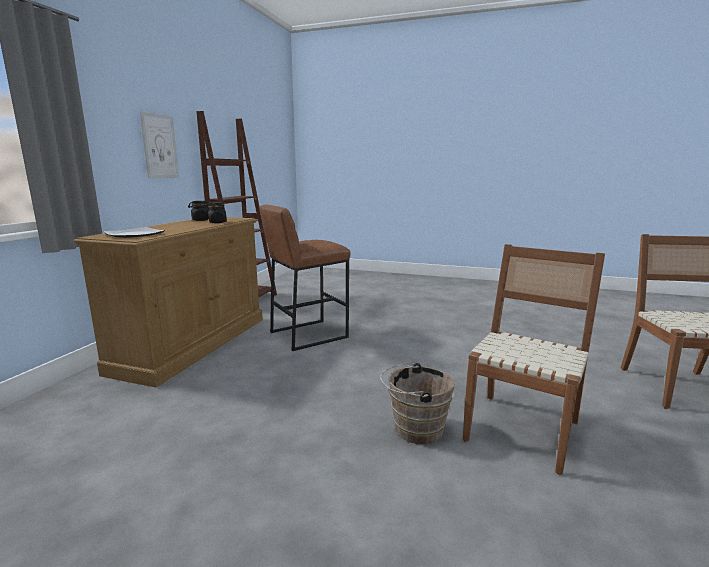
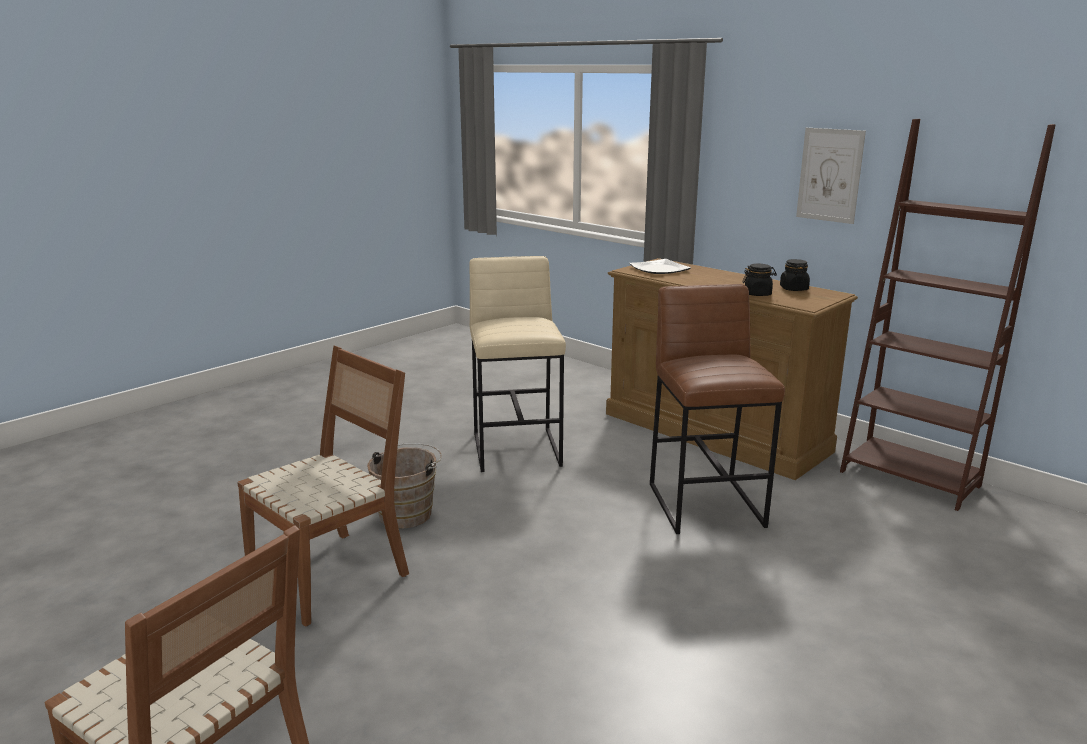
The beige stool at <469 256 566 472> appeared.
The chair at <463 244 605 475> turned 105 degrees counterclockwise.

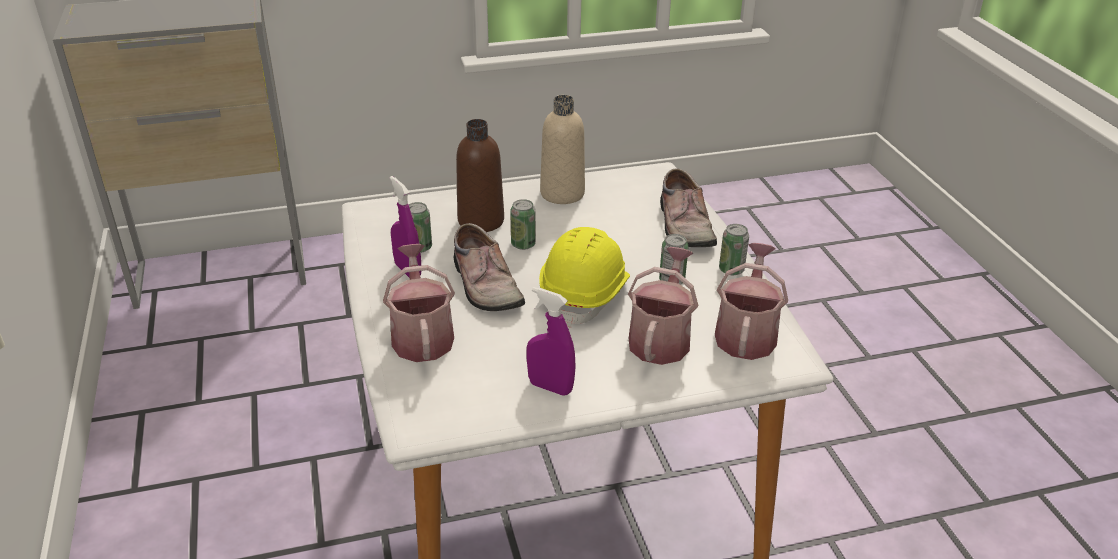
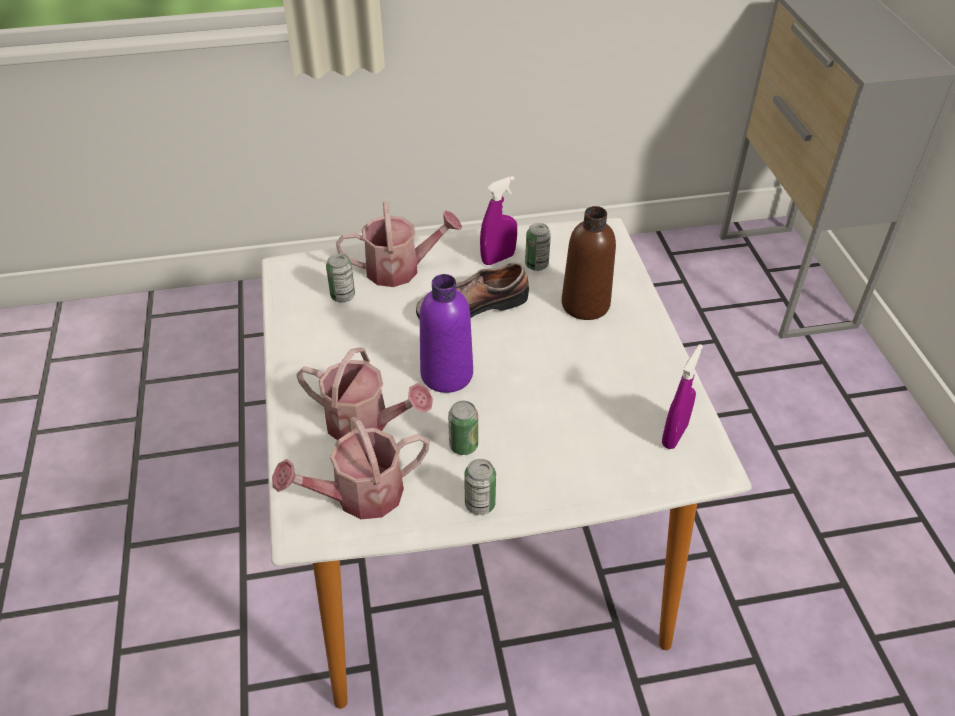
The beige bottle at <540 95 585 204> disappeared.
The shoe at <660 168 717 247> disappeared.
The can moved from <510 199 536 250> to <326 253 355 302>.
The purple spray bottle moved from <526 287 576 396> to <662 344 703 449>.
The yellow hard hat at <539 227 630 327> was replaced by the purple bottle at <420 274 473 393>.
The watering can at <715 243 788 360> turned 135 degrees clockwise.

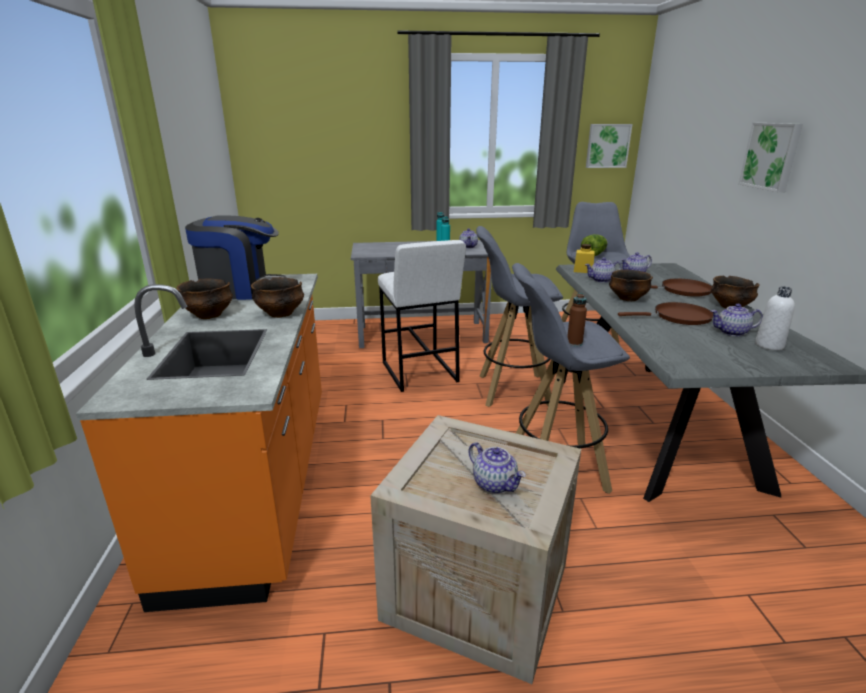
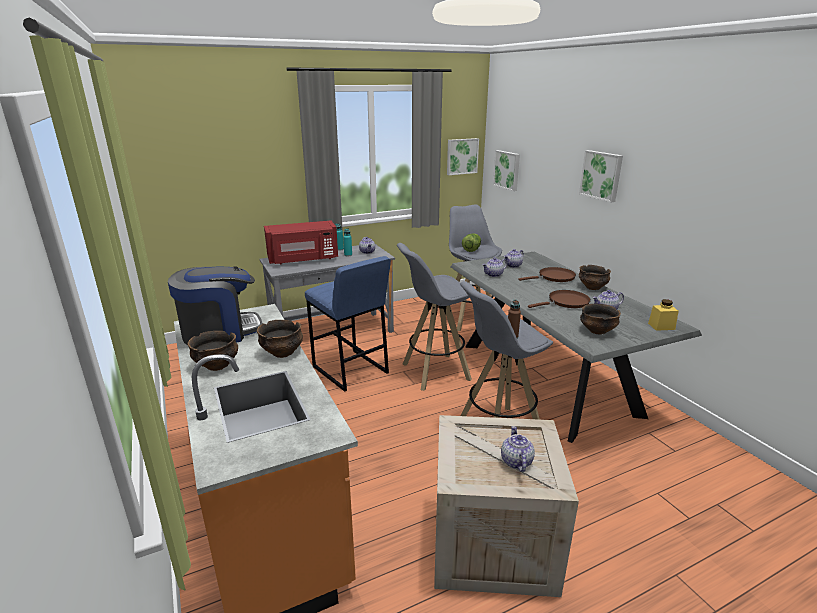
The white bottle at <755 287 795 350> disappeared.
The red microwave at <264 220 338 264> appeared.
The picture at <493 150 520 191> appeared.
The yellow jar moved from <574 244 595 273> to <648 299 679 331>.
The bowl moved from <609 270 653 301> to <580 303 621 335>.
The white stool at <378 240 466 392> became the blue stool at <305 256 391 392>.
The teapot at <468 442 526 494> turned 120 degrees counterclockwise.

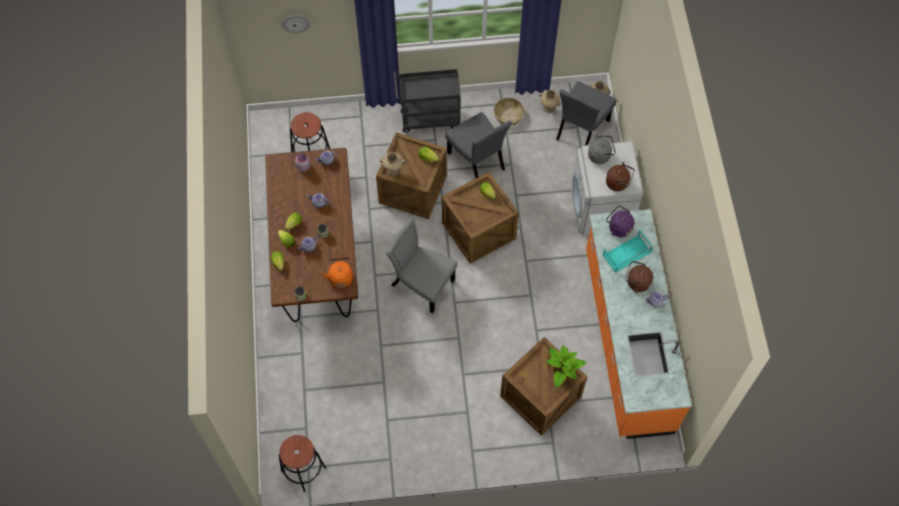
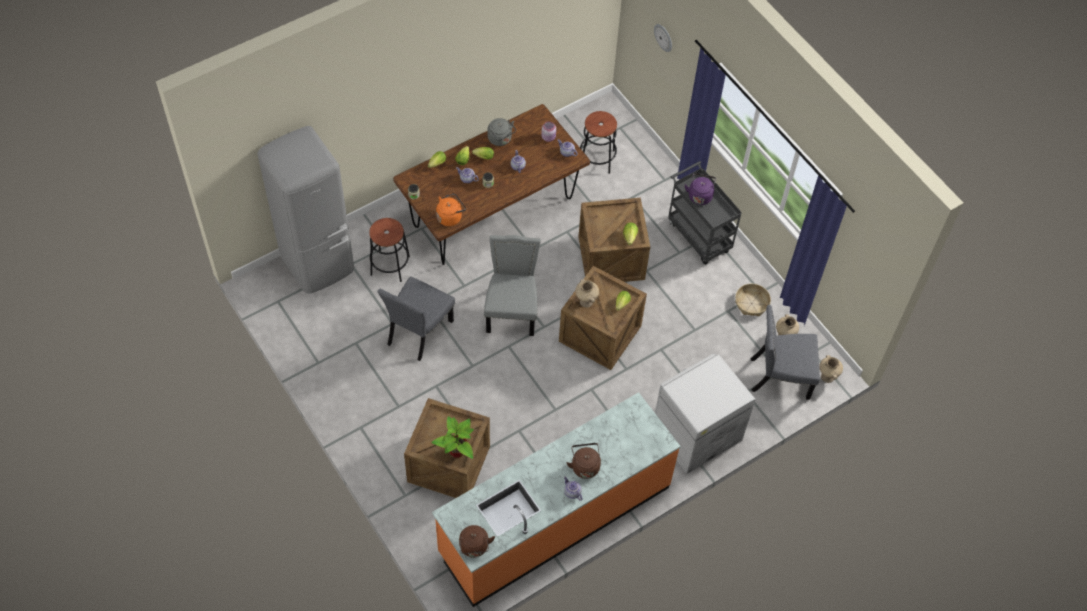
The turquoise tray at <603 230 653 273> disappeared.
The grey fridge at <257 126 354 294> appeared.
The black stool moved from <279 435 326 492> to <369 218 410 282>.
The beige vase moved from <380 152 405 176> to <575 279 599 308>.
The grey chair moved from <445 112 512 179> to <378 276 455 361>.
The grey kettle moved from <588 135 616 164> to <487 118 516 146>.
The brown kettle moved from <606 162 635 191> to <459 525 495 558>.
The purple kettle moved from <606 205 634 237> to <685 173 716 205>.

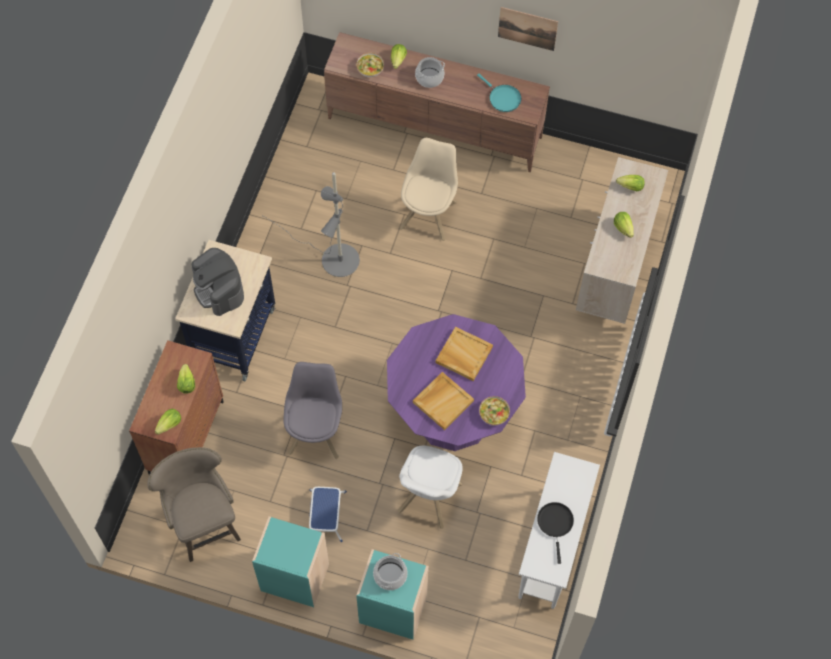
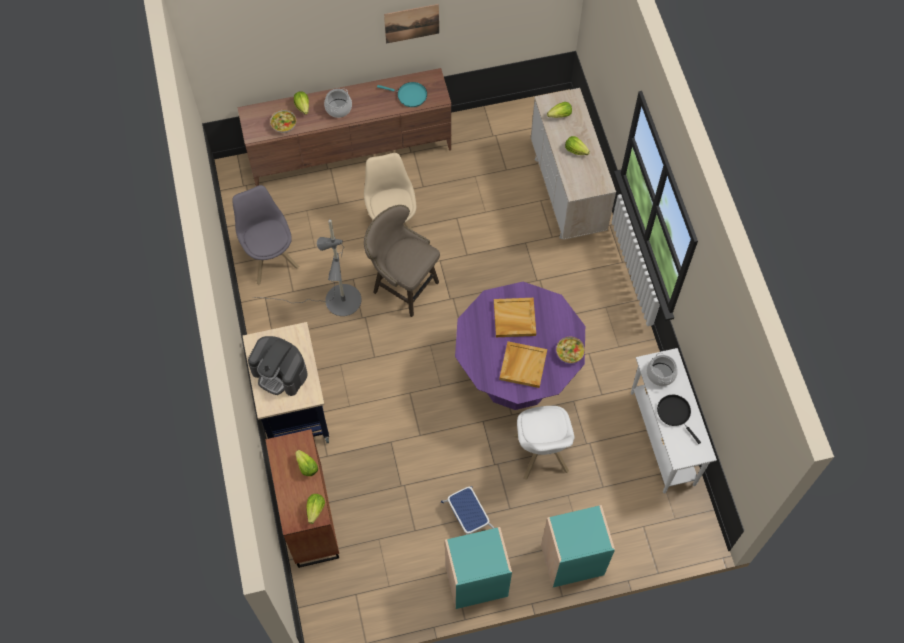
The beige stool moved from <147 447 241 562> to <364 205 440 317>.
The grey chair moved from <283 362 343 459> to <232 185 299 284>.
The cooking pot moved from <373 553 408 590> to <647 353 678 386>.

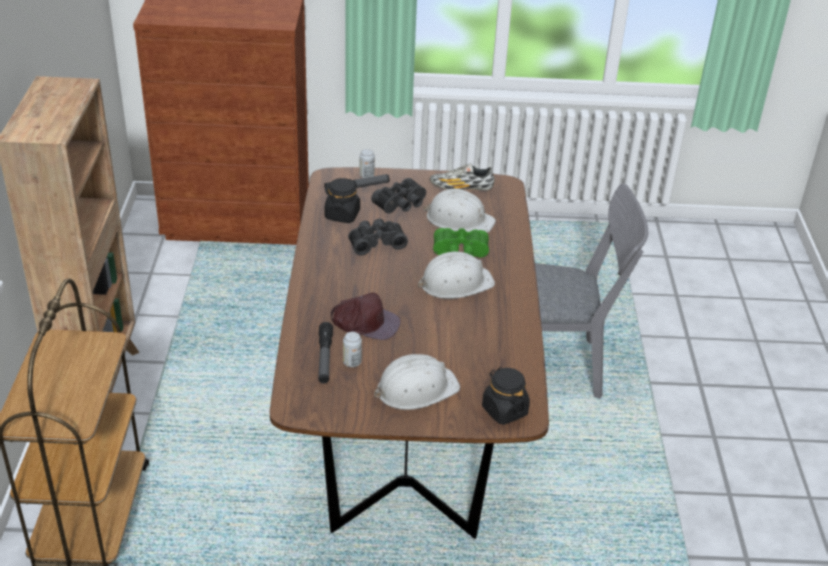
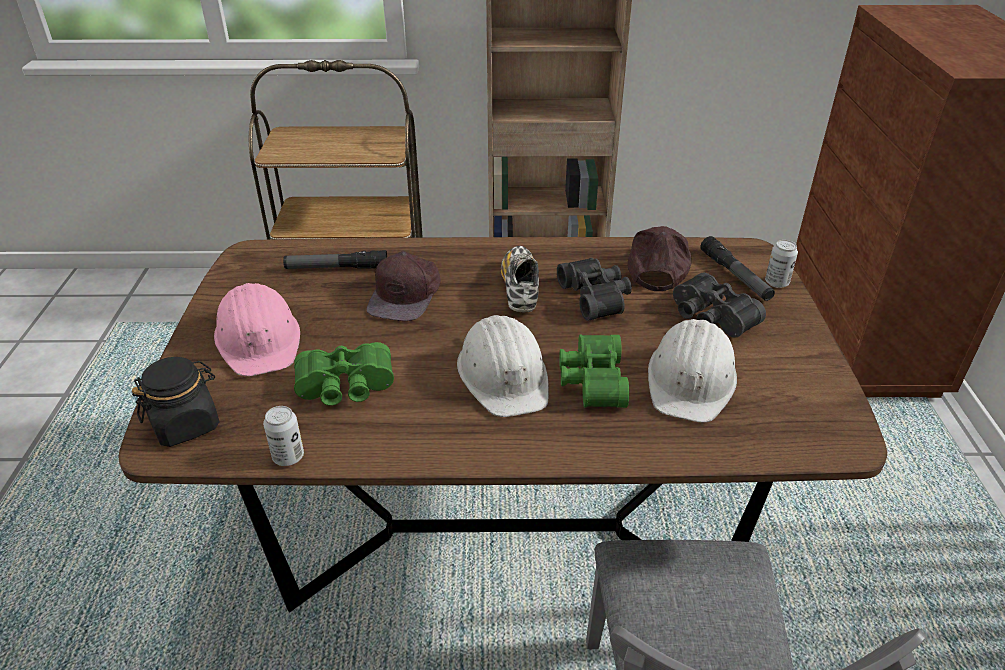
The green binoculars at <294 342 394 406> appeared.
The can moved from <343 332 362 367> to <263 406 304 466>.
The shoe moved from <430 163 495 190> to <501 246 539 312>.
The black jar at <325 178 360 223> was replaced by the brown cap at <628 226 692 291>.
The white hard hat at <374 354 460 410> became the pink hard hat at <214 283 300 376>.

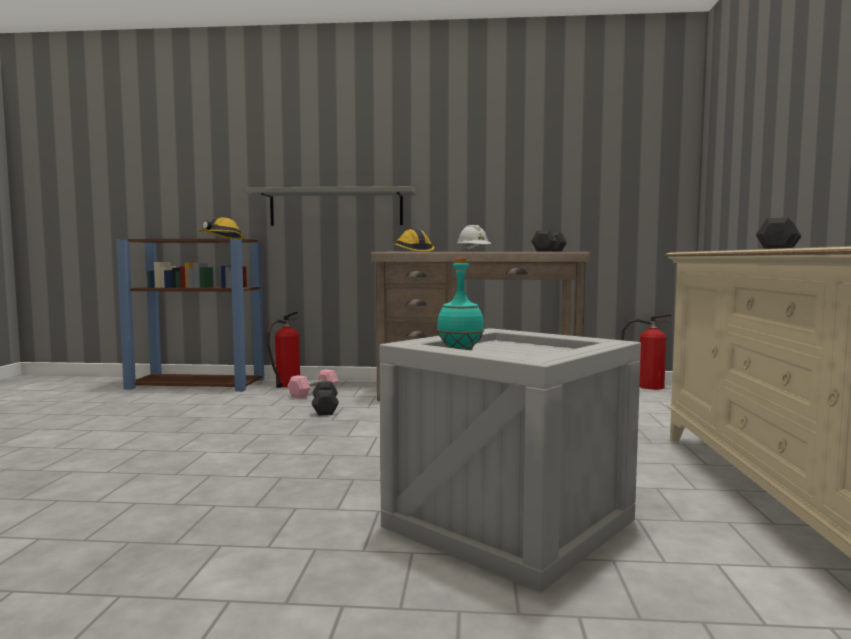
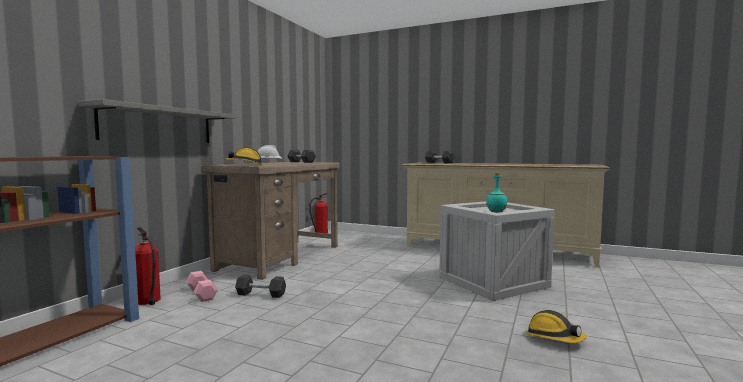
The hard hat moved from <197 217 244 239> to <525 310 587 343>.

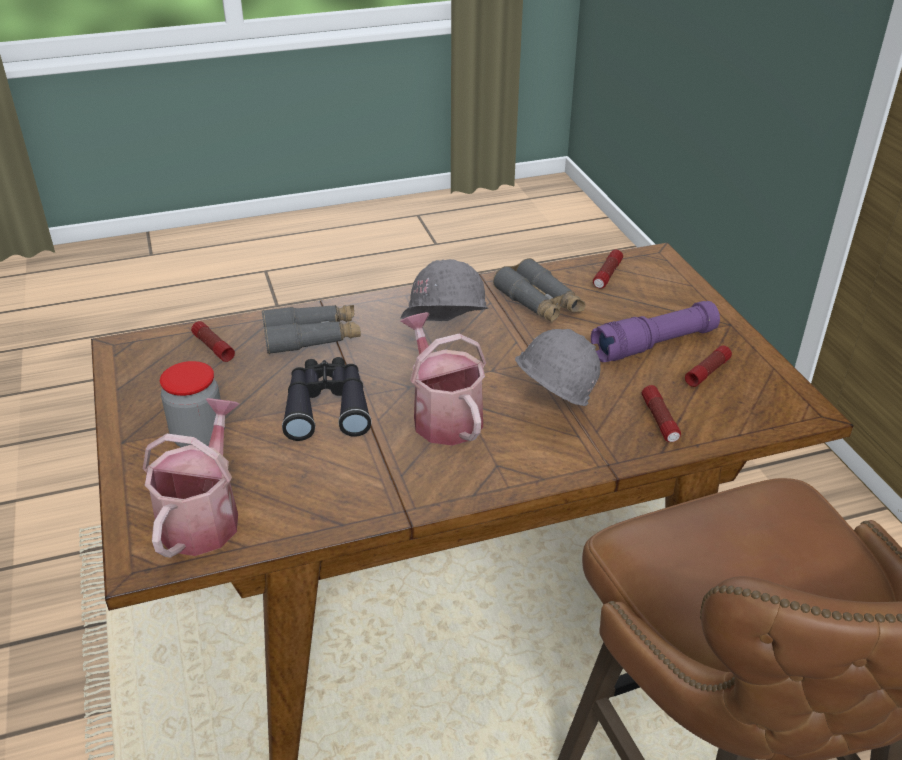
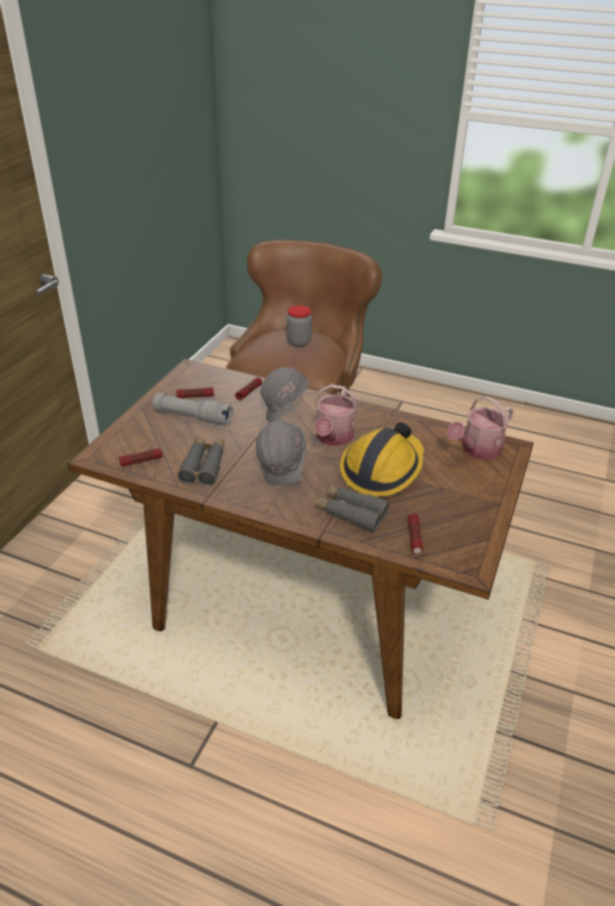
The jar moved from <160 361 225 447> to <287 305 312 347>.
The black binoculars at <282 357 372 441> was replaced by the hard hat at <340 422 424 497>.
The purple flashlight at <591 301 720 362> became the grey flashlight at <153 393 233 426>.

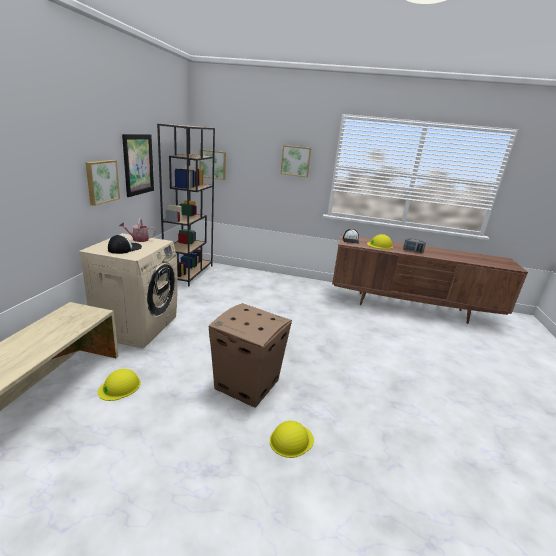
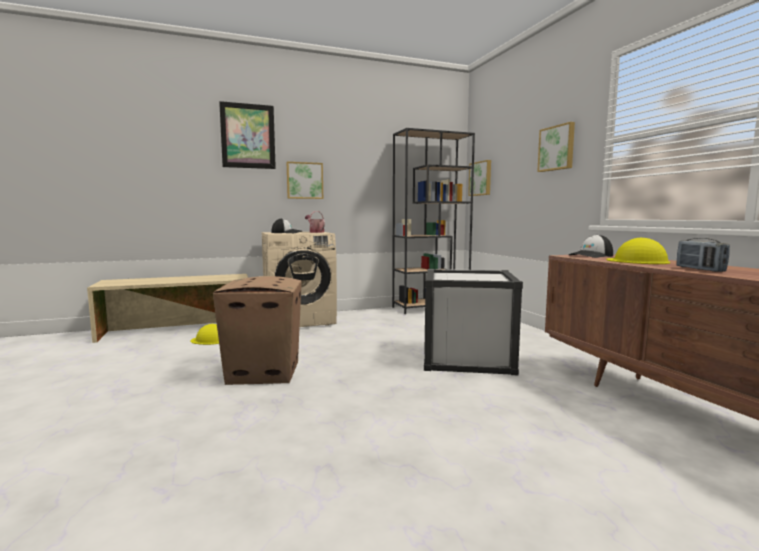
The yellow hard hat at <270 421 314 458> disappeared.
The white storage box at <424 269 523 376> appeared.
The picture moved from <122 134 154 197> to <219 101 276 169>.

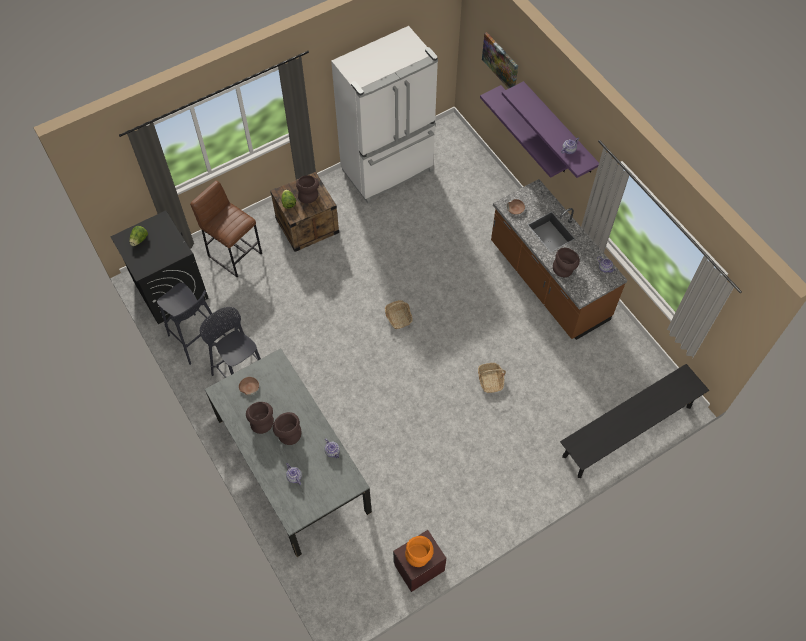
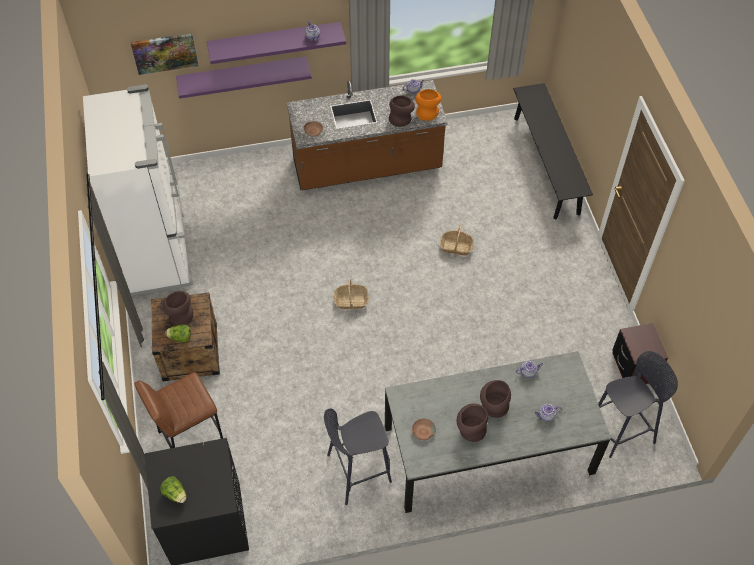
The grey stool moved from <157 282 226 365> to <598 351 678 458>.
The orange vase moved from <405 536 434 567> to <415 89 441 121>.

